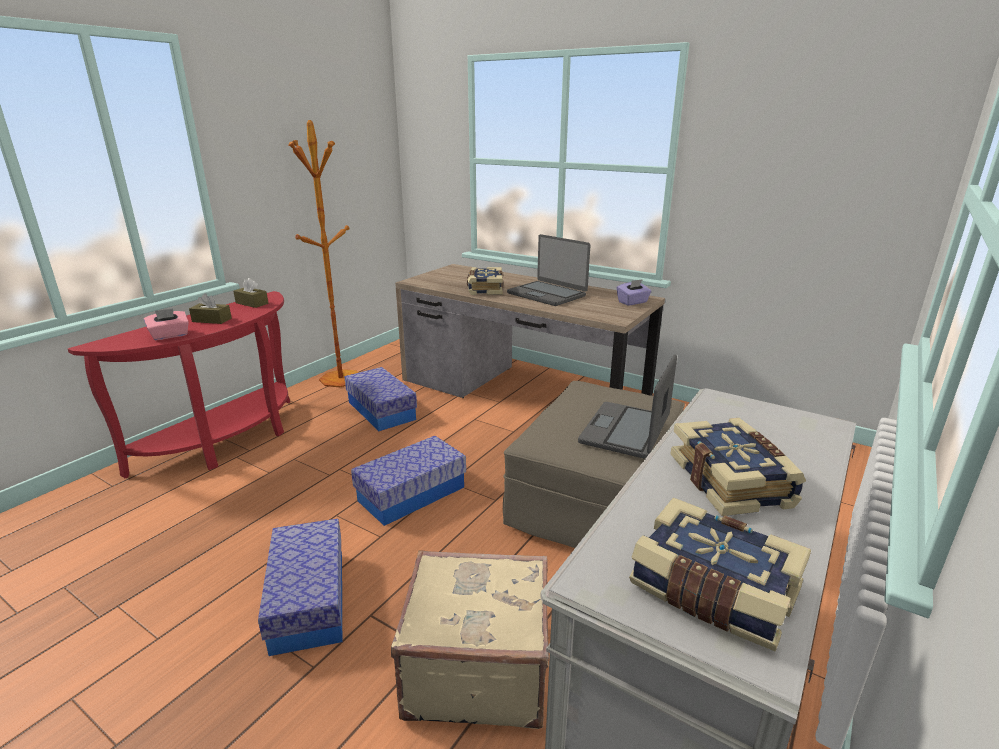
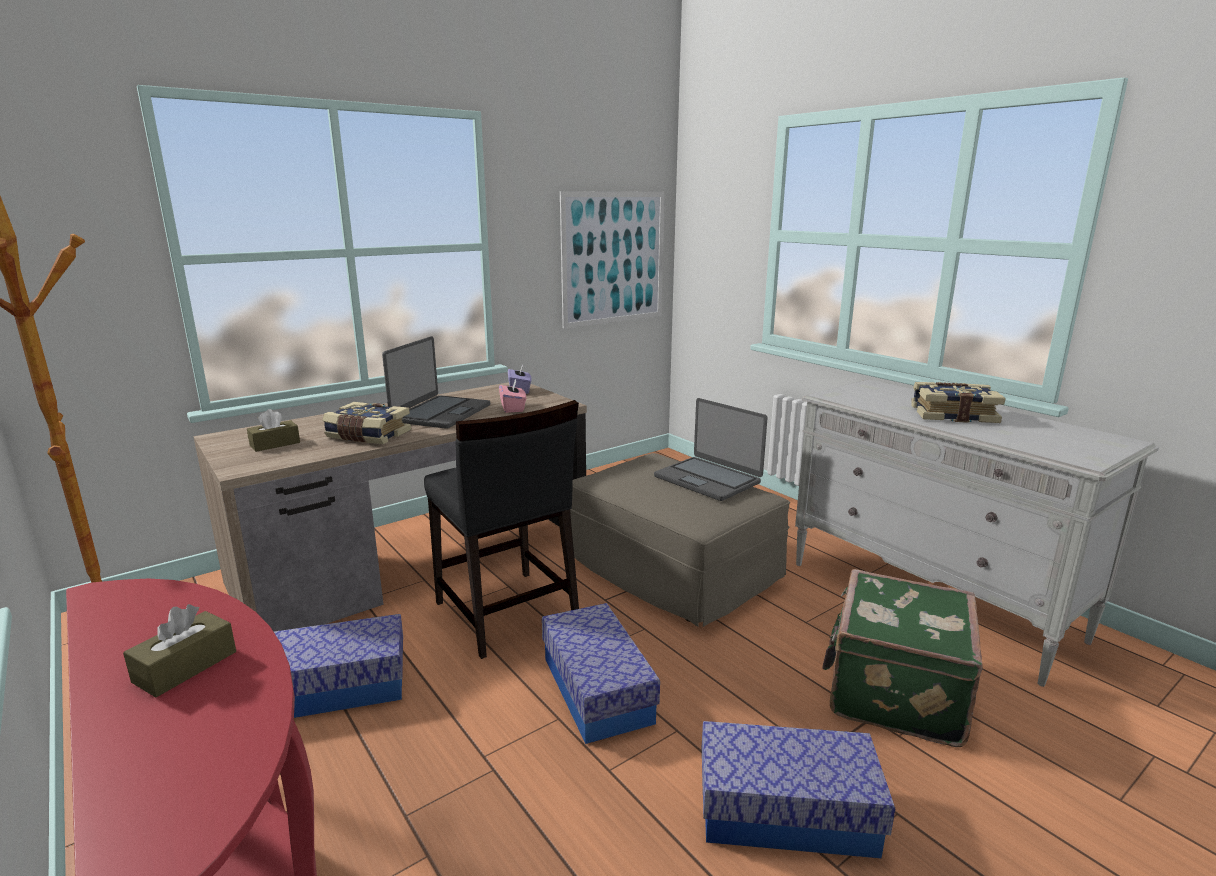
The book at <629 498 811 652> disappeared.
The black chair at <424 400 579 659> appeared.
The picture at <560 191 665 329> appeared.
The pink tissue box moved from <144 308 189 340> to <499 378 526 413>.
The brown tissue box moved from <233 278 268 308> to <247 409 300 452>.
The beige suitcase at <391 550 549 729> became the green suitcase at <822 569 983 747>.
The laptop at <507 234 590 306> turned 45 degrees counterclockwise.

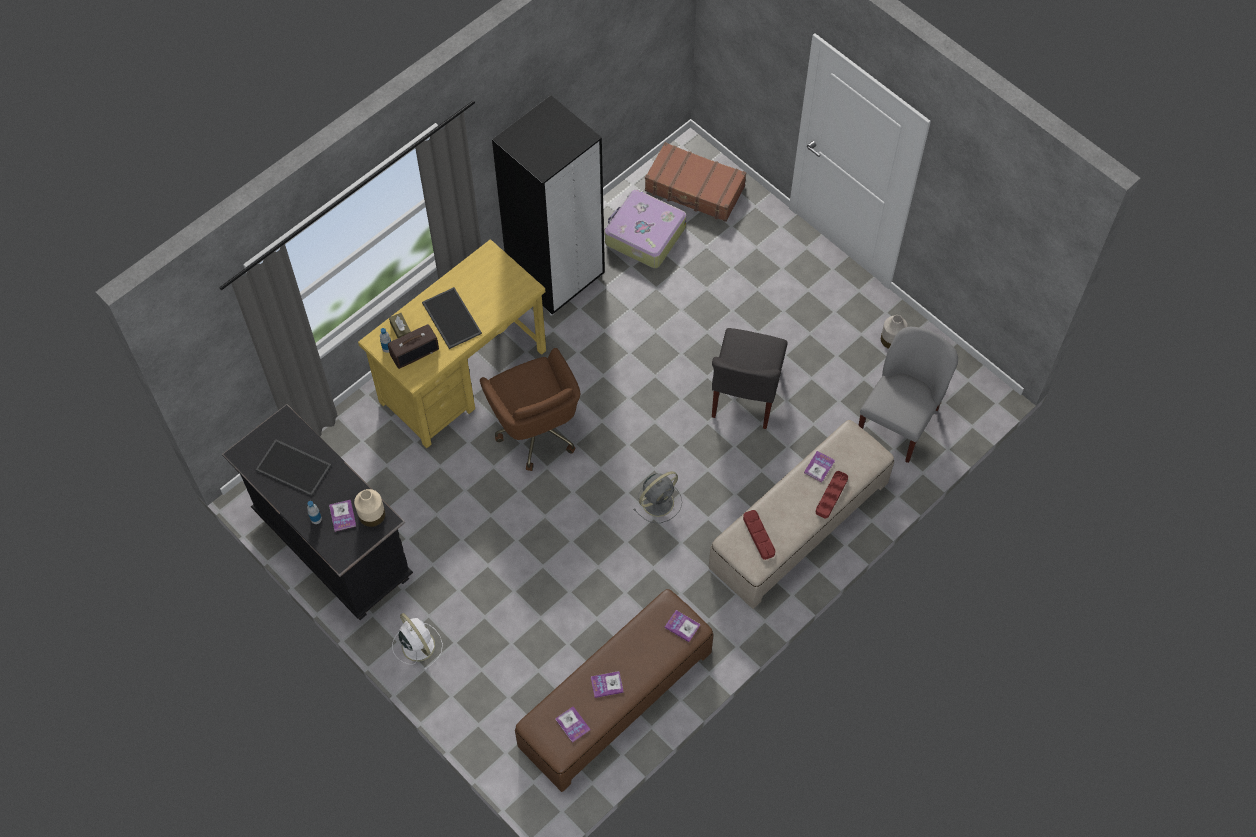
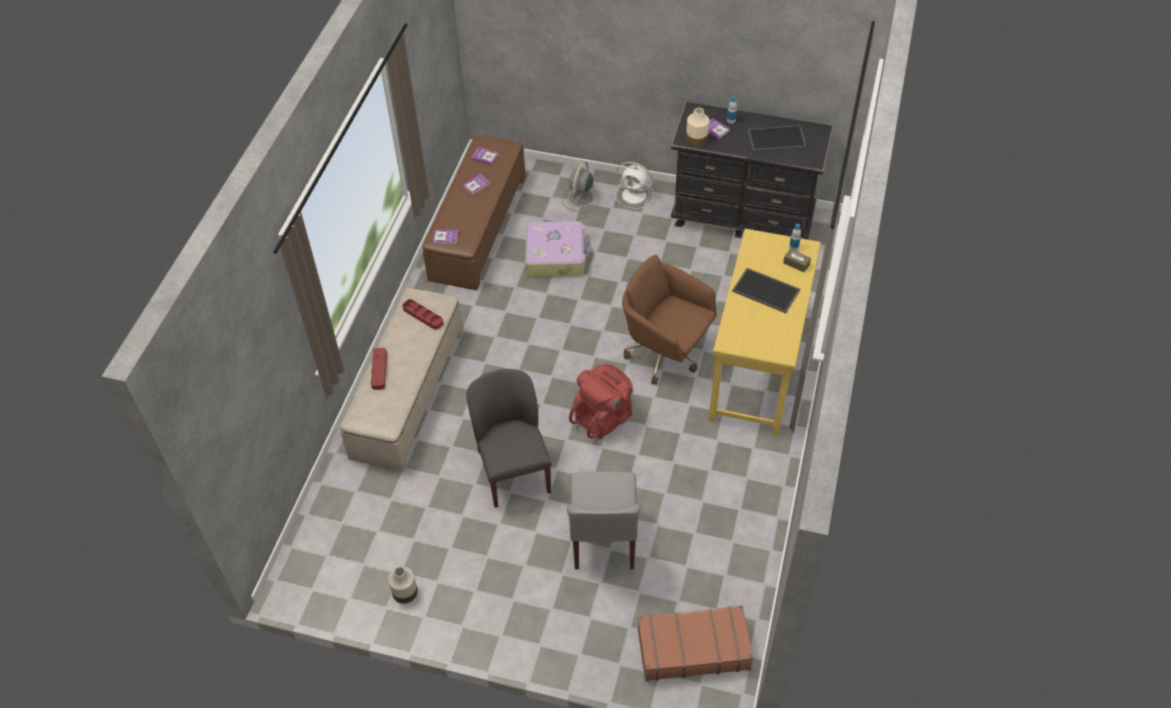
The radio at <388 324 439 369> disappeared.
The wardrobe at <492 95 605 316> disappeared.
The book at <804 451 835 482> disappeared.
The red backpack at <569 364 633 439> appeared.
The suitcase moved from <605 190 686 268> to <525 221 590 277>.
The grey fan moved from <634 471 682 523> to <562 161 599 212>.
The grey chair moved from <859 327 958 463> to <567 472 640 570>.

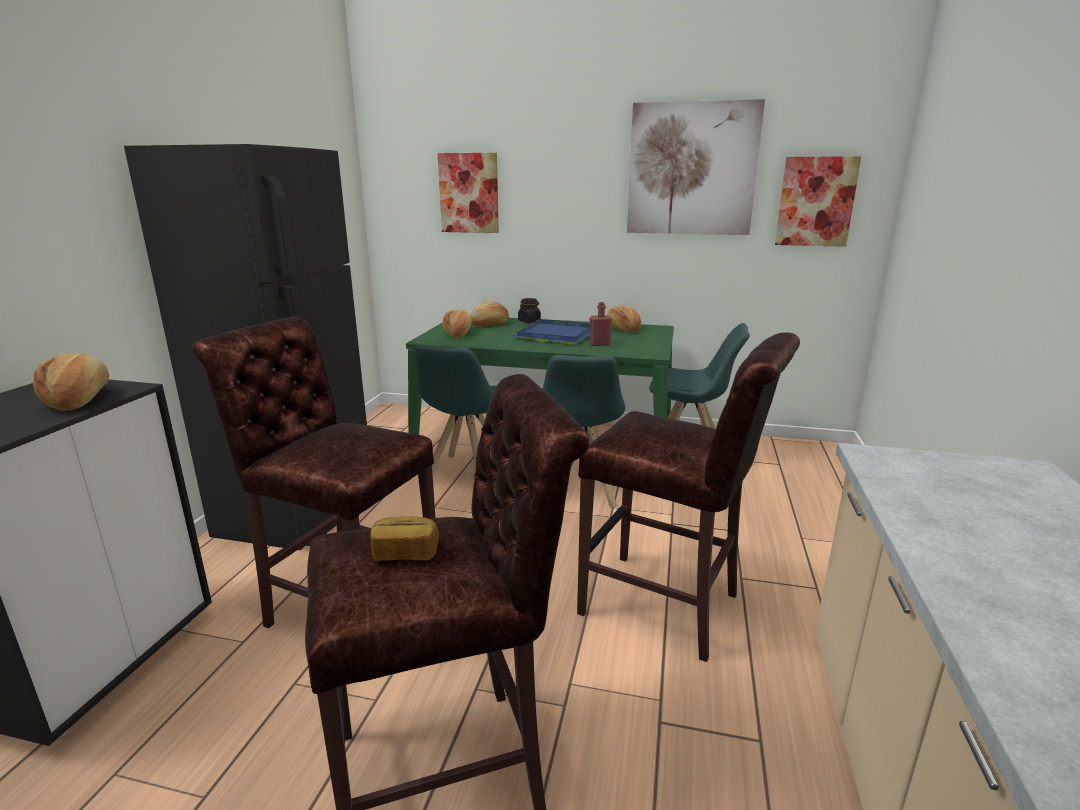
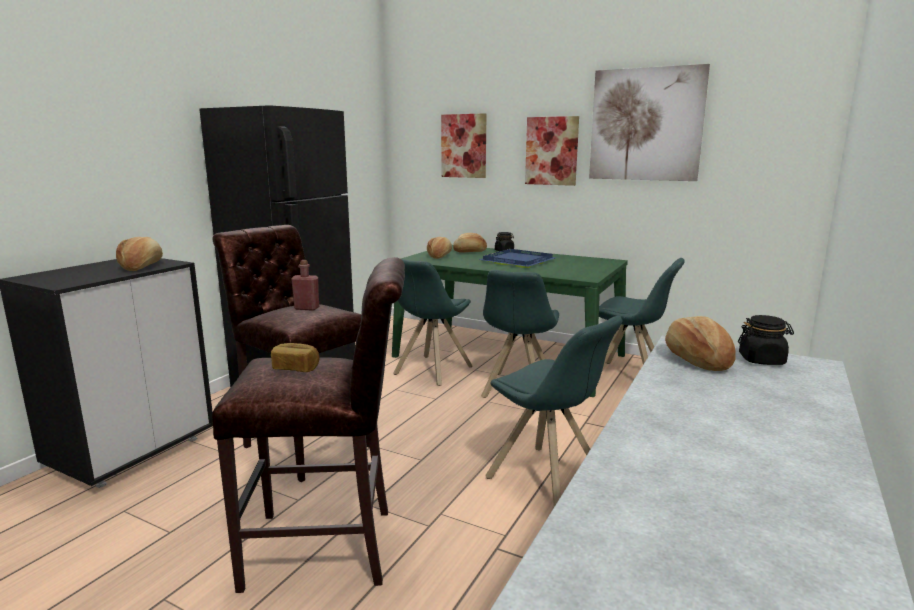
The black jar at <738 315 794 365> appeared.
The red bottle moved from <590 302 613 346> to <291 260 319 311>.
The bread moved from <607 305 641 332> to <665 316 736 371>.
The picture moved from <775 156 861 247> to <525 116 579 186>.
The brown stool at <577 332 800 662> was replaced by the turquoise chair at <486 316 622 507>.

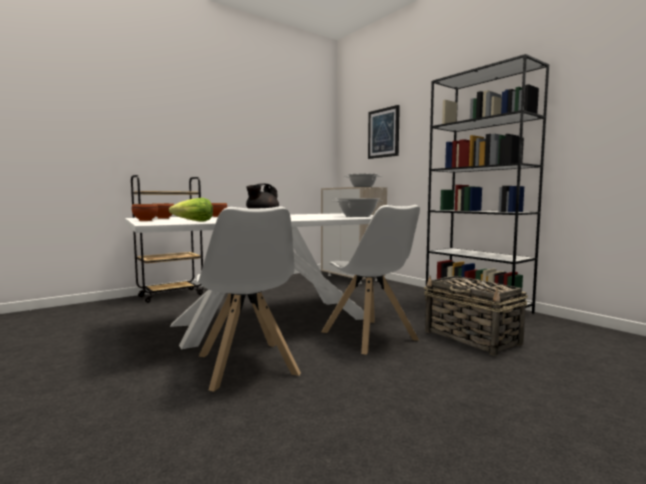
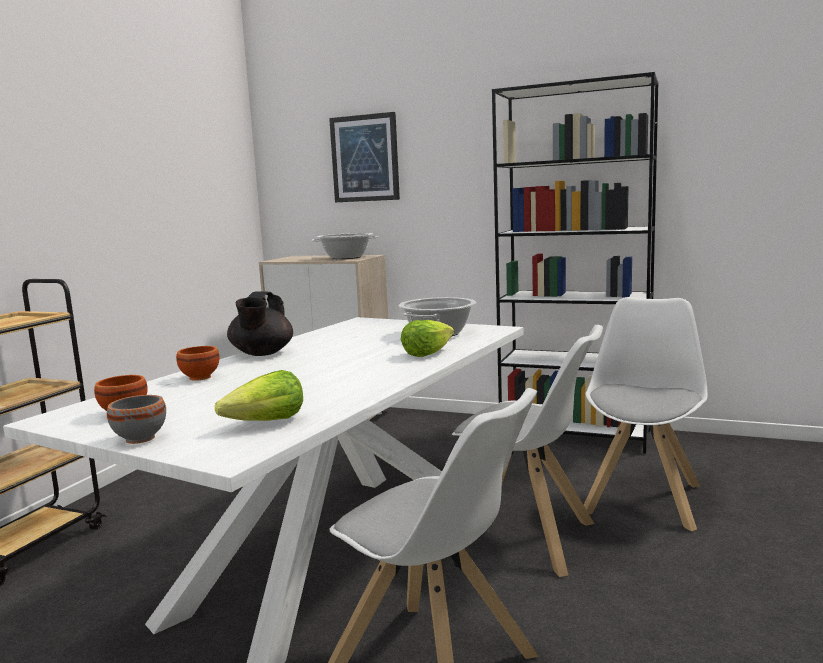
The lettuce at <401 320 454 357> appeared.
The basket at <424 276 528 356> was replaced by the chair at <584 297 708 531>.
The brown bowl at <132 204 158 221> became the grey bowl at <107 395 166 444>.

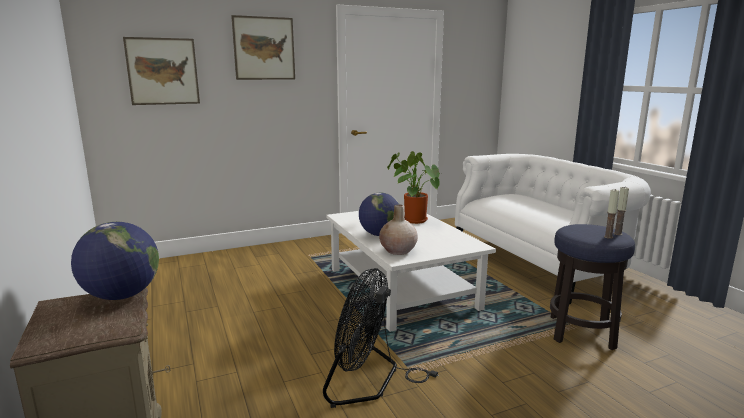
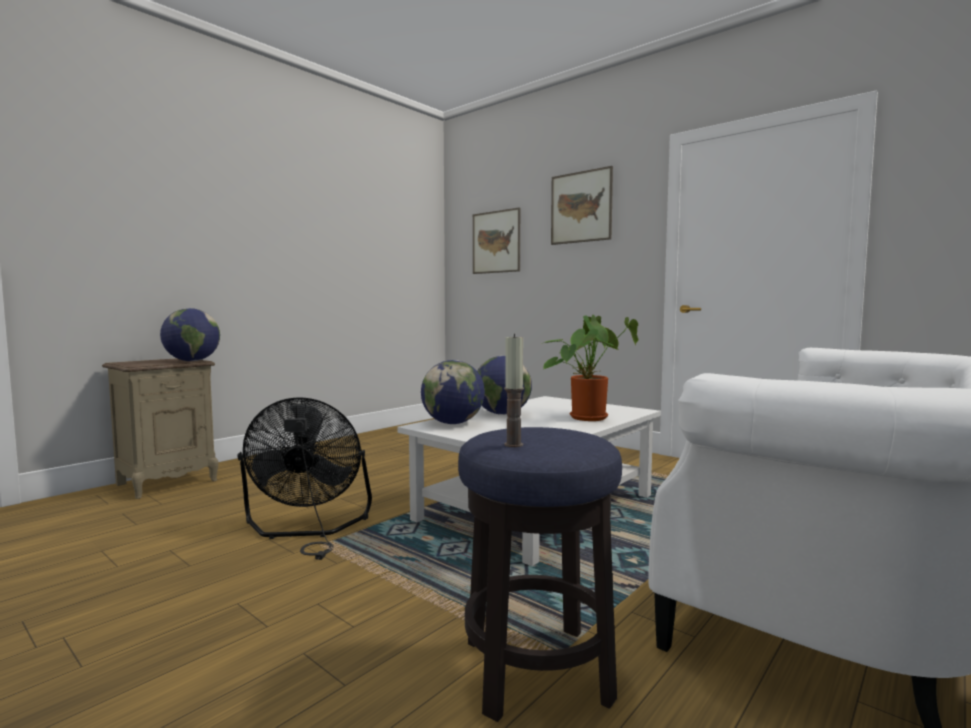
The candle at <614 187 629 235> disappeared.
The beige vase at <379 204 418 255> was replaced by the globe at <421 360 485 424>.

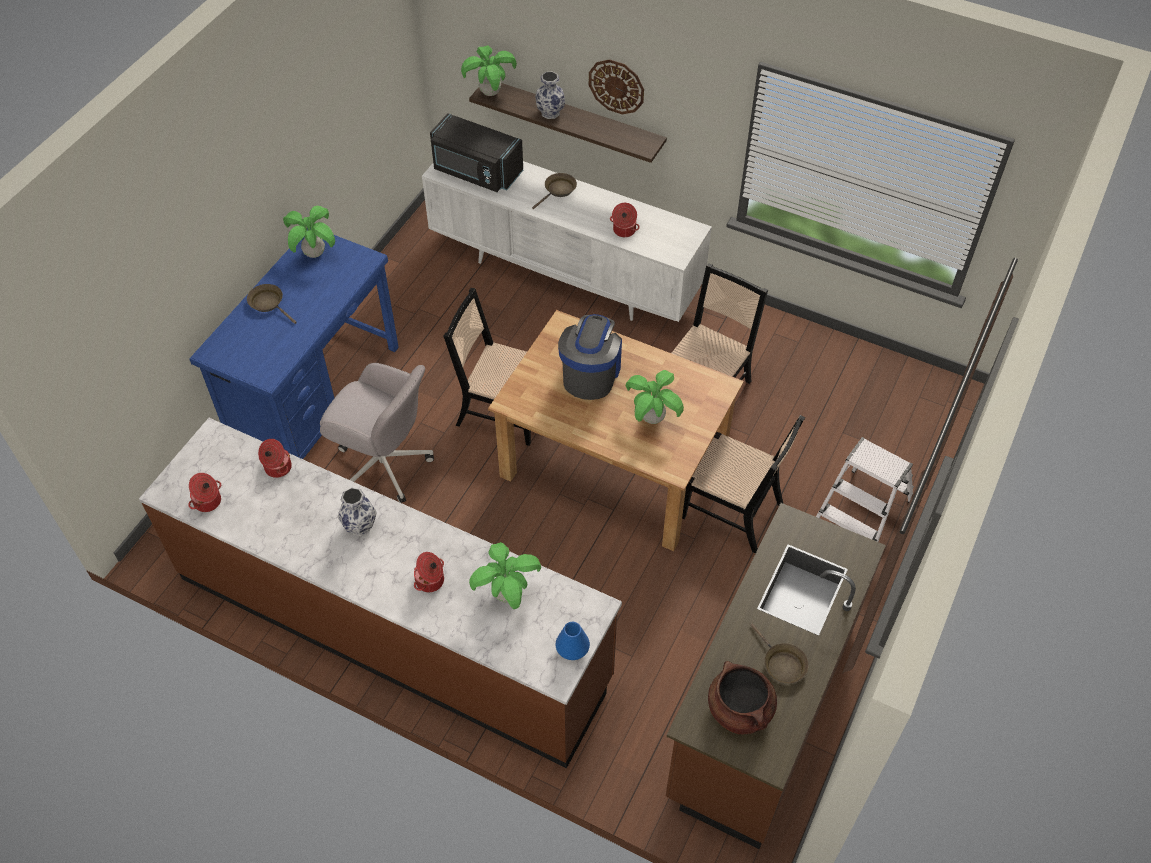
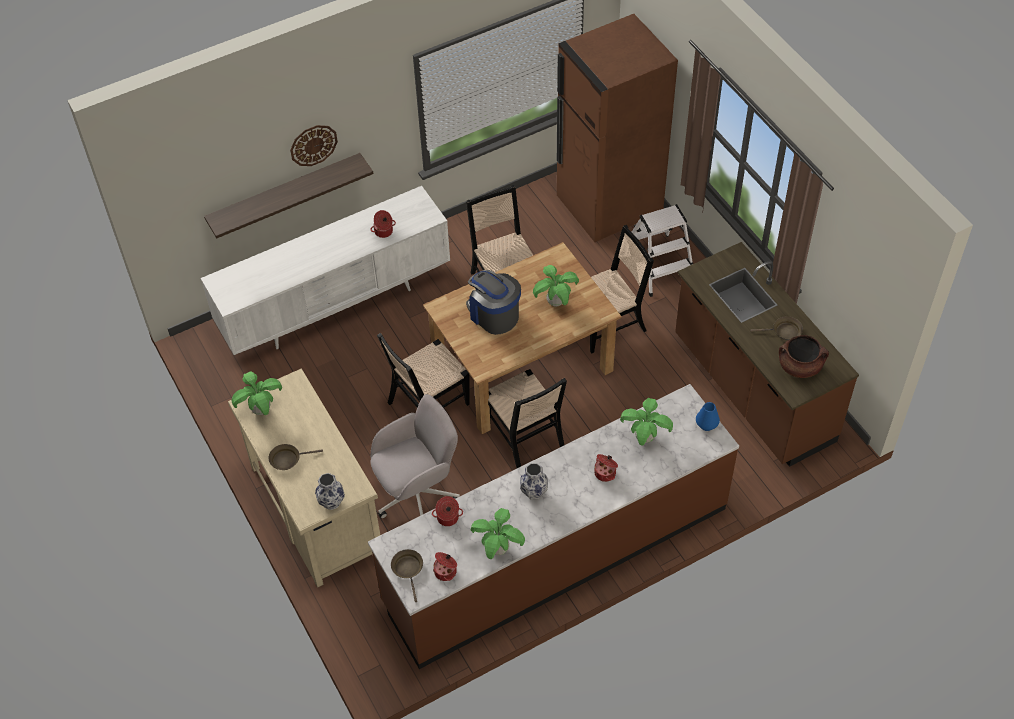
The black microwave at <430 113 523 192> disappeared.
The chair at <488 369 567 468> appeared.
The brown fridge at <557 14 678 242> appeared.
The potted plant moved from <461 45 517 96> to <471 508 525 559>.
The brown frying pan moved from <532 173 577 209> to <391 549 423 602>.
The vase moved from <535 72 565 119> to <315 473 345 510>.
The blue desk at <189 228 399 459> became the beige desk at <228 369 380 588>.

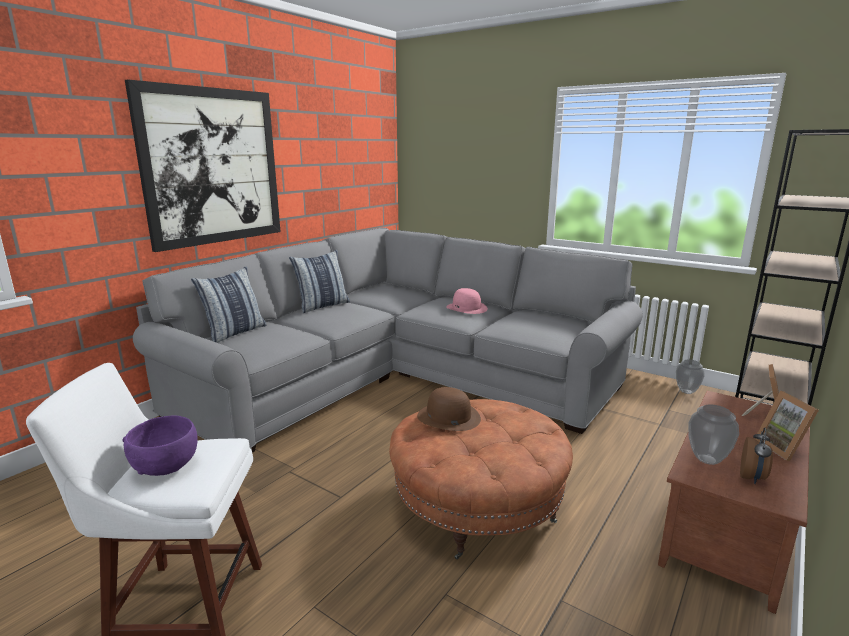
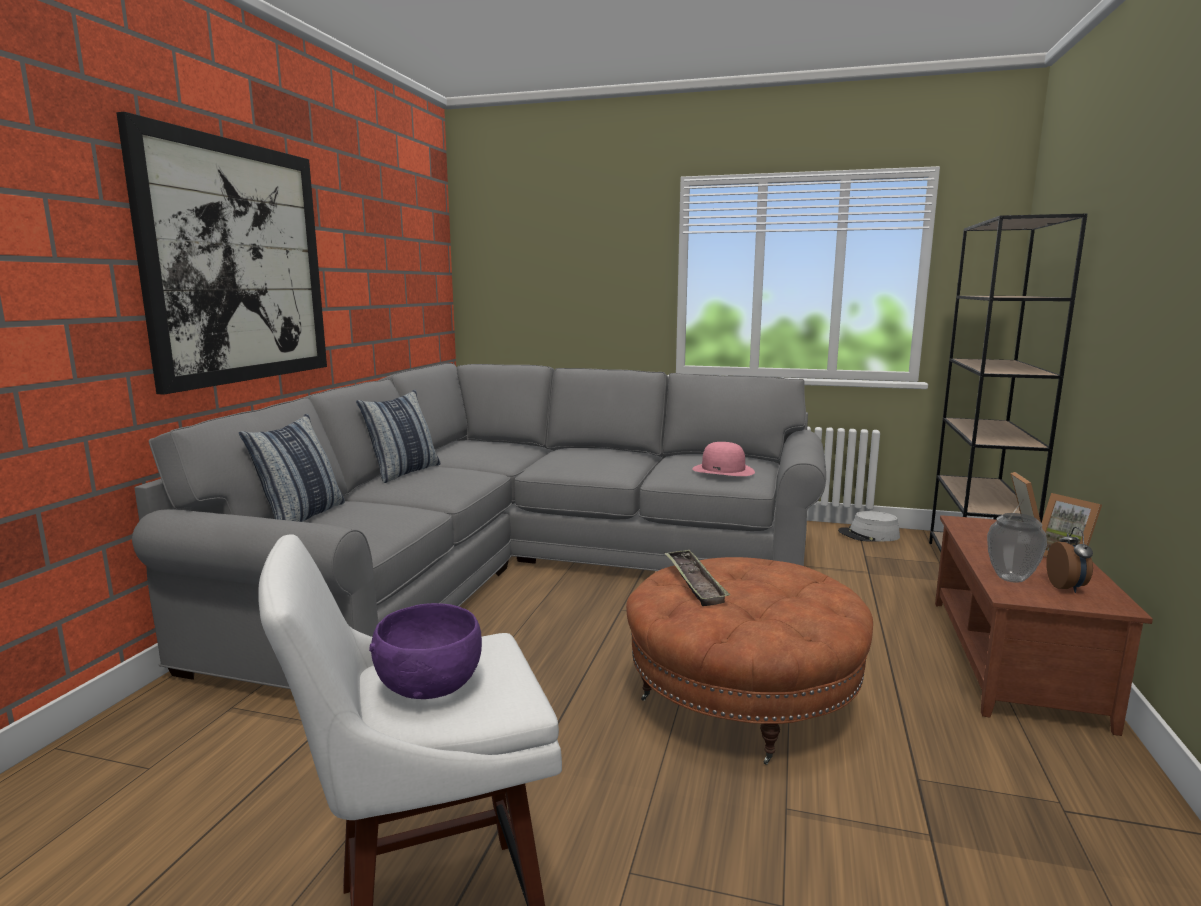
The pink hat moved from <446 288 488 314> to <692 442 755 476>.
The brown hat at <417 387 481 431> was replaced by the tray at <665 550 730 606>.
The vase at <676 359 705 394> was replaced by the grey hat at <838 511 900 542>.

